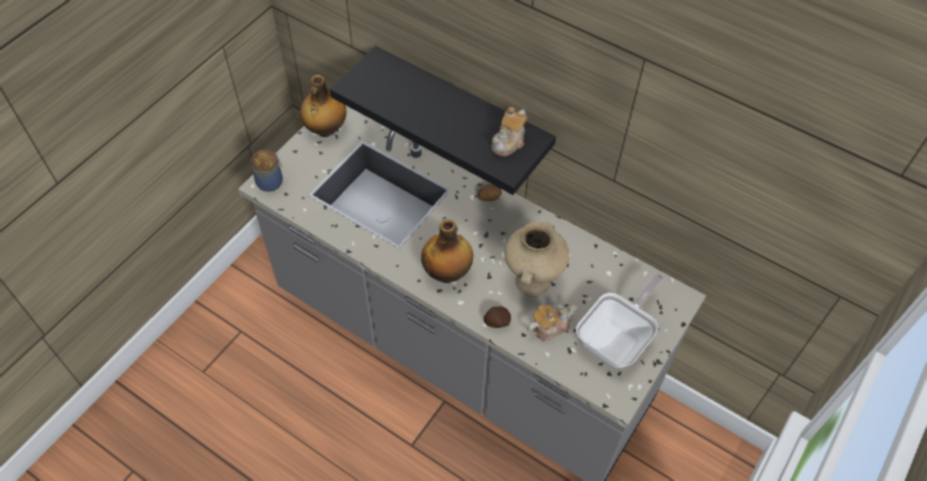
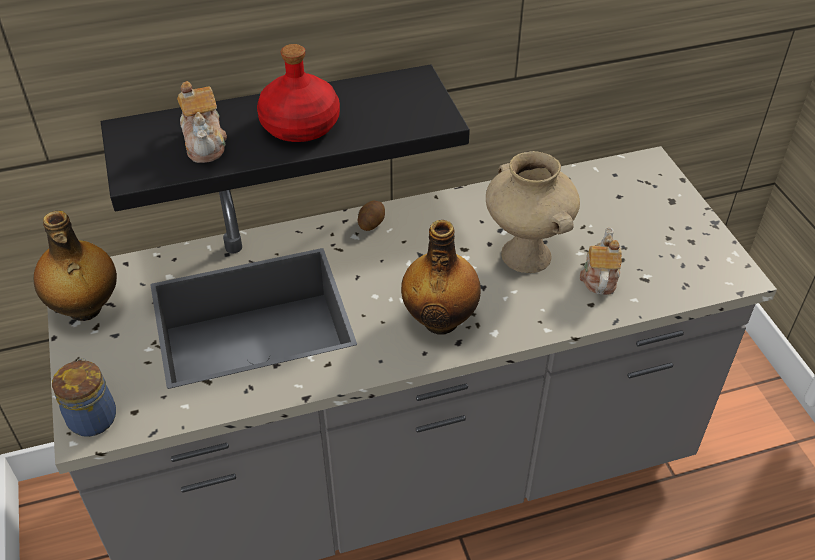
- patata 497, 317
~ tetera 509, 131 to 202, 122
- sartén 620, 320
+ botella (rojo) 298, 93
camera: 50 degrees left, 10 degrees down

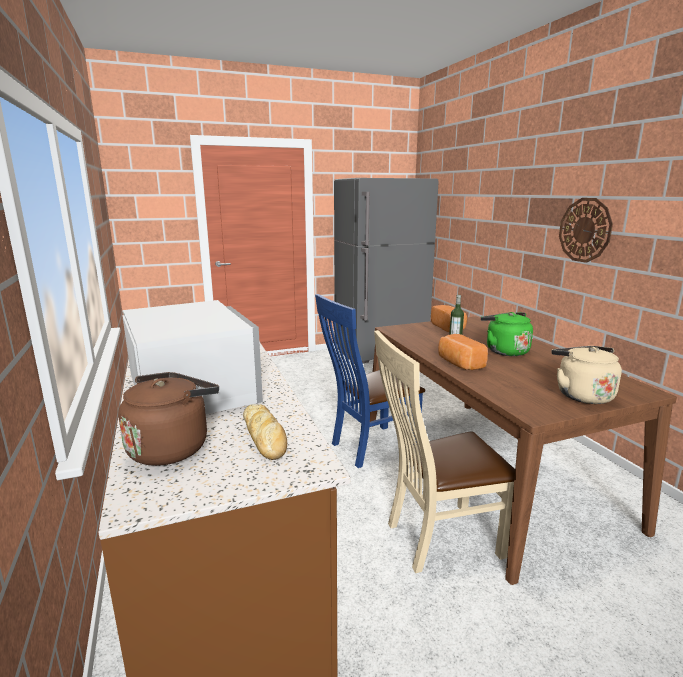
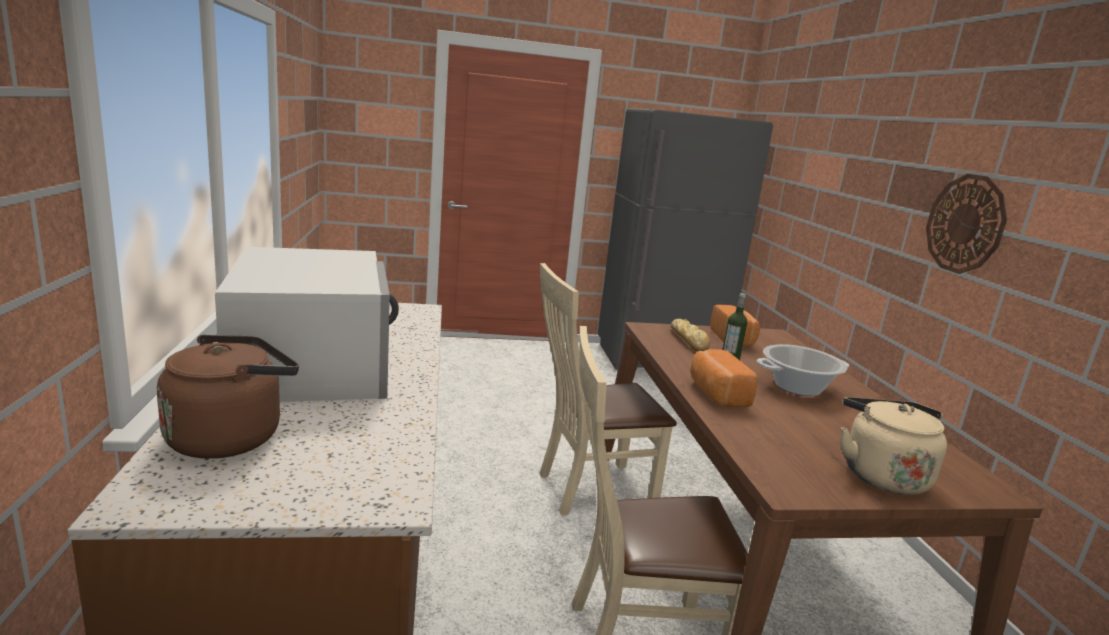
~ pan 265, 432 to 690, 335
~ silla (azul) 370, 381 to silla (beis) 608, 389
~ hervidor (verde) 507, 334 to olla 802, 370
camera: 10 degrees right, 0 degrees up

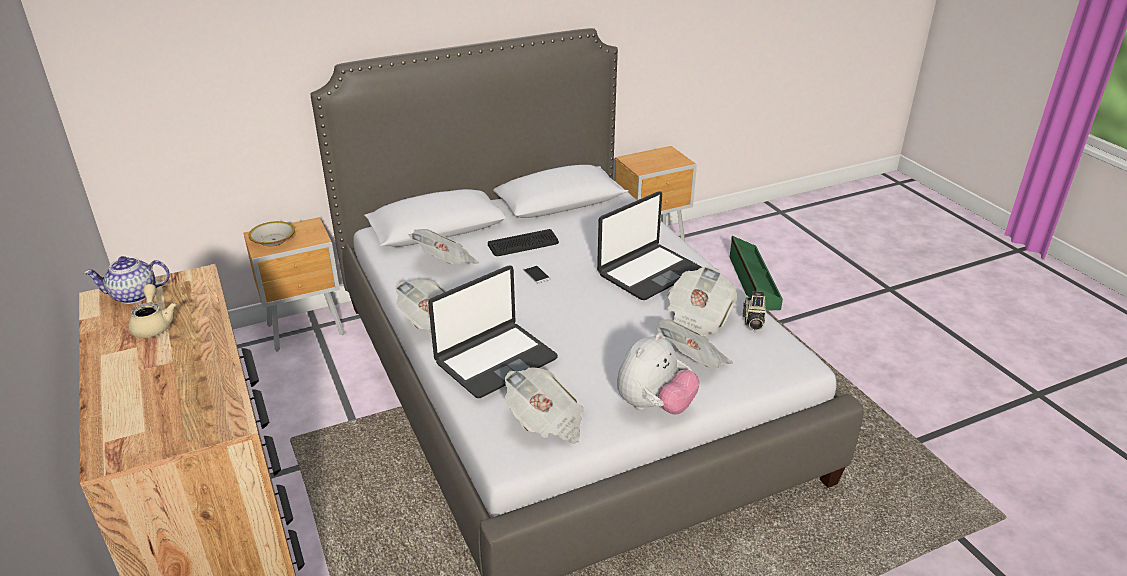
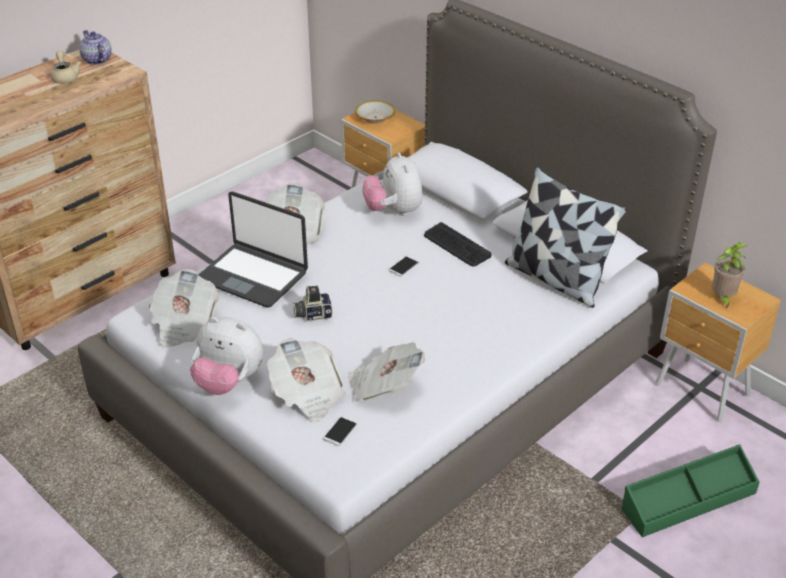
~ tetera (beis) 152, 311 = 66, 67 75 degrees counterclockwise
~ periódico 443, 247 to peluche 393, 184
- portátil 649, 246
~ cámara 754, 311 to 313, 303
+ móvil 340, 431
+ cojín 566, 237
+ planta en maceta 729, 276
camera: 70 degrees right, 5 degrees up

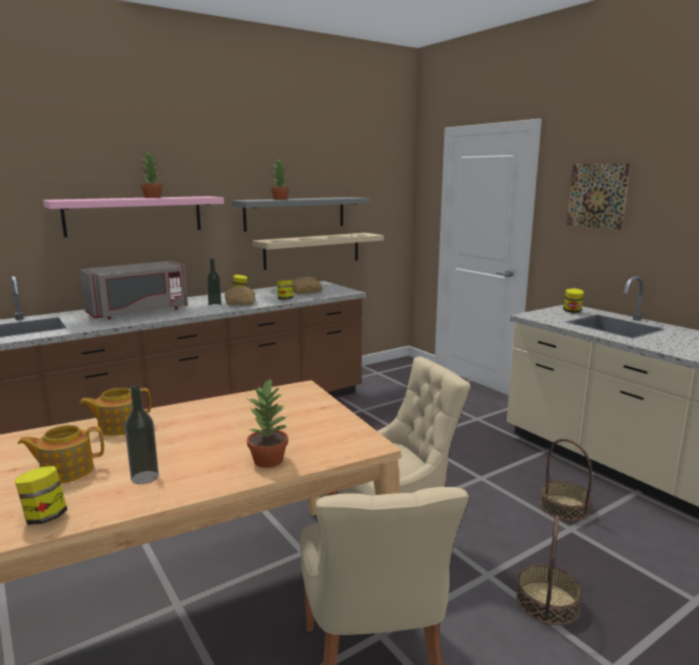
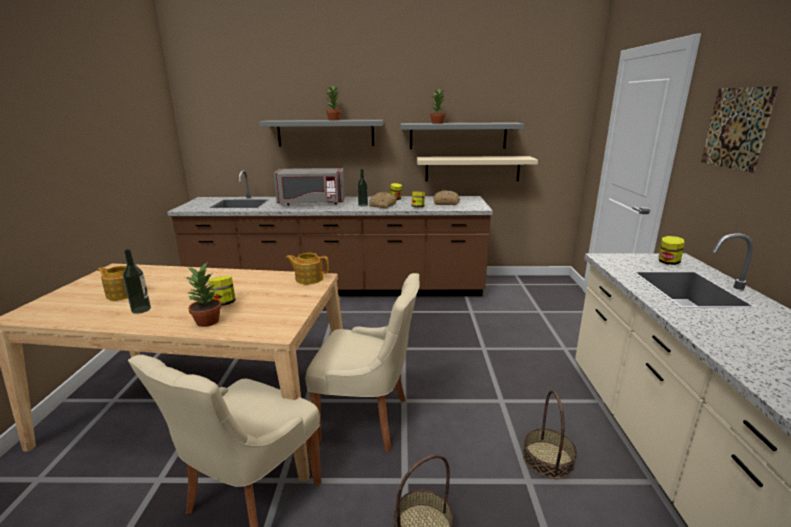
~ tarro 40, 495 to 222, 291
~ estante (rosa) 133, 216 to estante (gris) 321, 133
~ tetera 115, 412 to 307, 268
camera: 35 degrees right, 5 degrees up

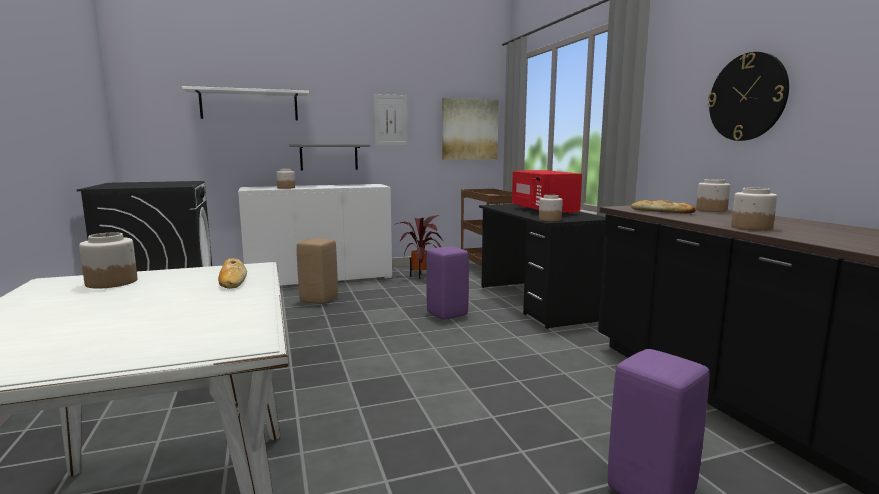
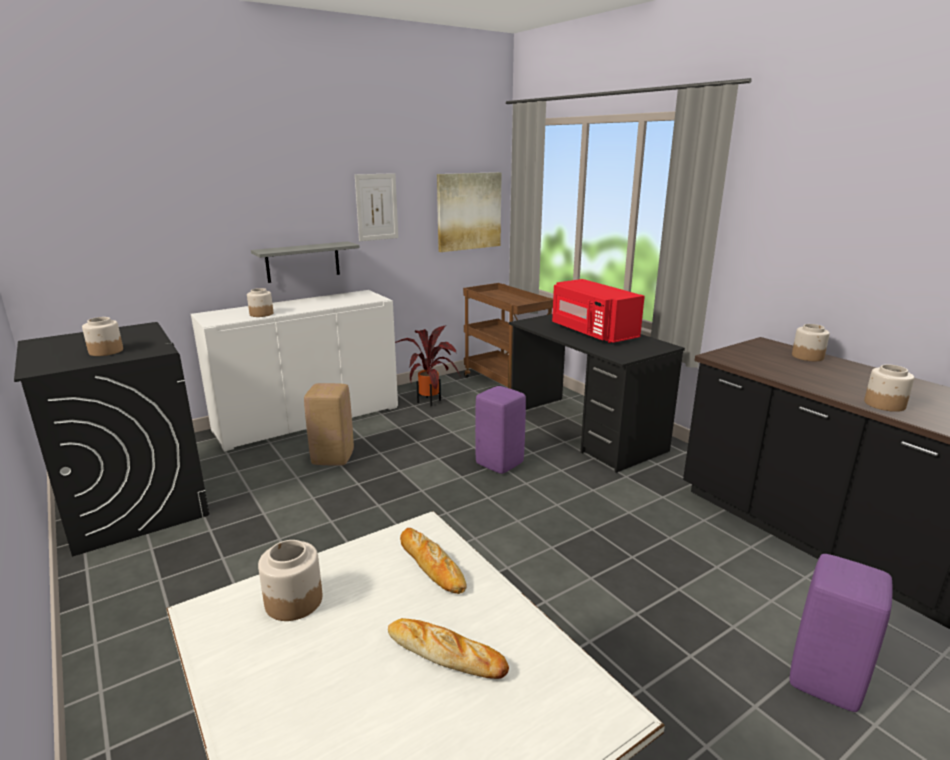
- estante (blanco) 245, 103
~ tarro 551, 208 to 102, 336
~ pan 663, 206 to 448, 648
- reloj de pared 748, 96
camera: 15 degrees left, 10 degrees up

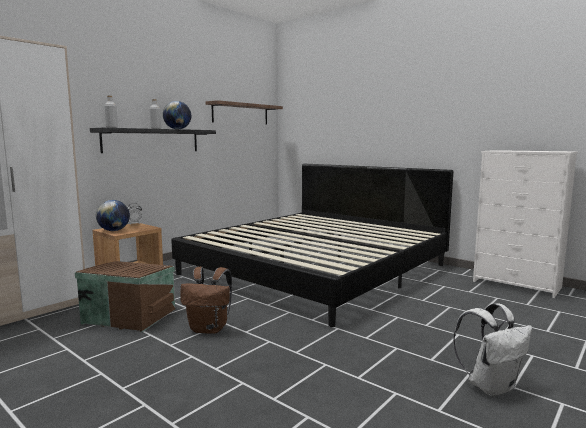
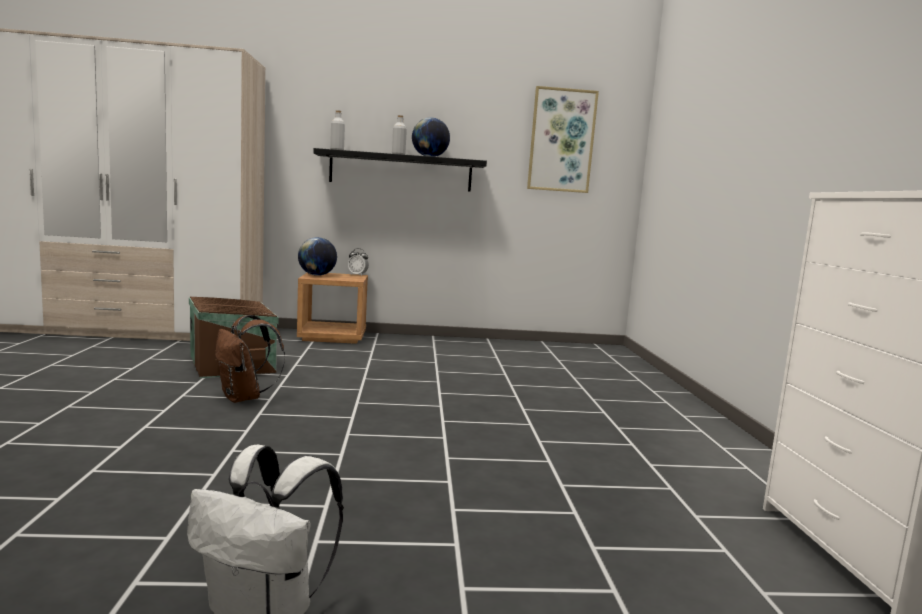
- cama 312, 245
~ estante 244, 112 to cuadro 563, 139
camera: 45 degrees right, 0 degrees up

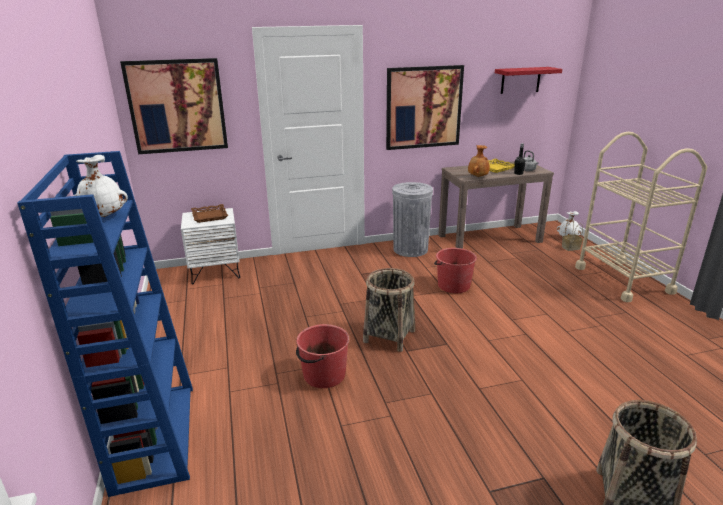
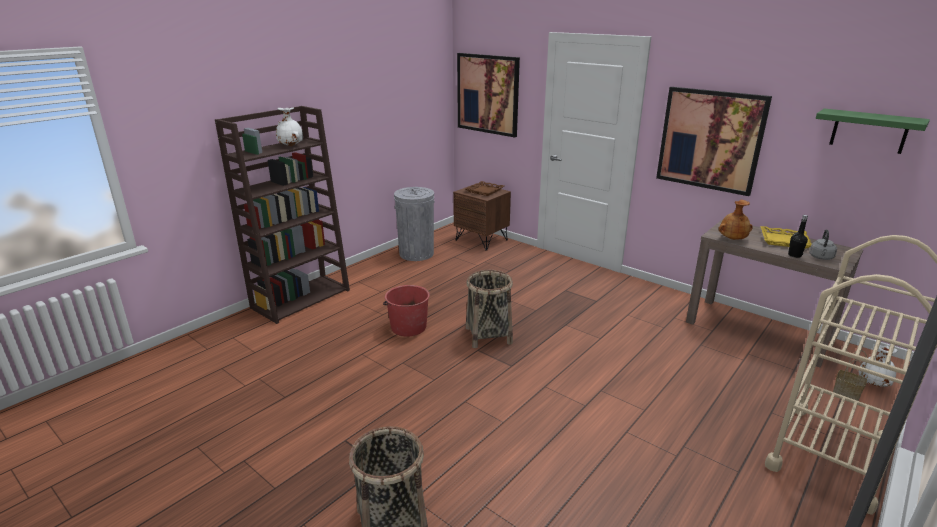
~ estantería (azul) 105, 324 to estantería (marrón) 282, 215
~ mesita de noche (blanco) 210, 246 to mesita de noche (marrón) 482, 218
~ papelera (gris) 412, 219 to 414, 224
- cubo (rojo) 455, 270
~ estante (rojo) 528, 80 to estante (verde) 873, 131
camera: 55 degrees right, 0 degrees up

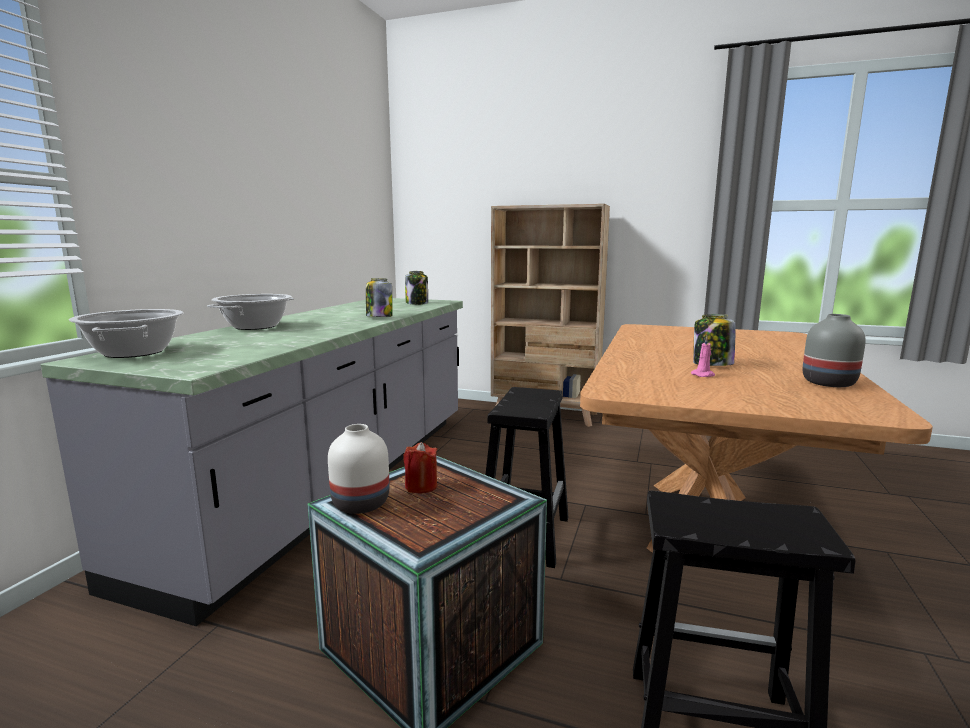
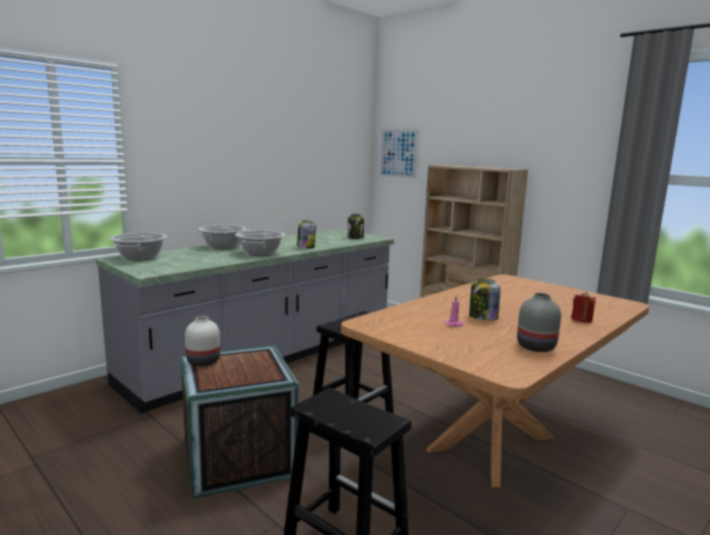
~ vela (rojo) 420, 467 to 583, 307
+ olla 260, 243
+ cuadro 399, 154
camera: 25 degrees right, 0 degrees up

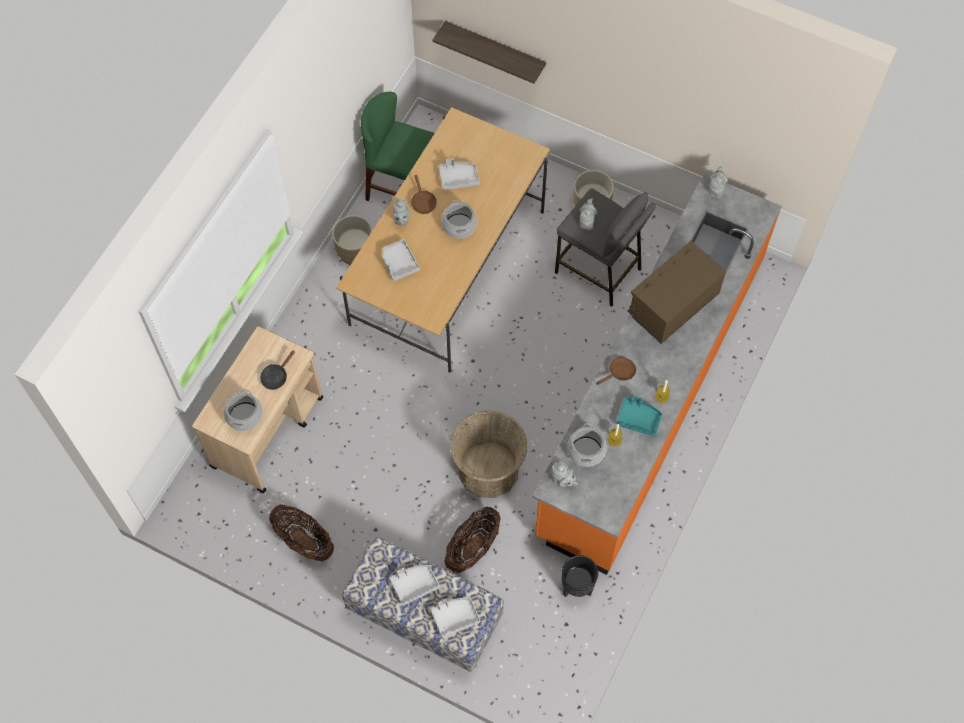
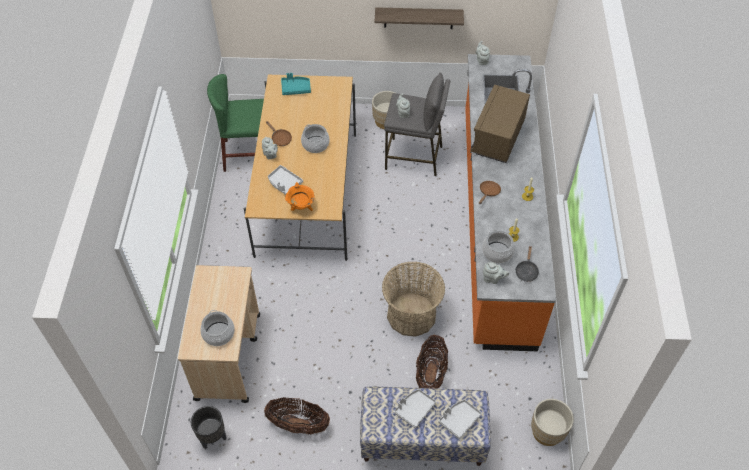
~ sartén (negro) 277, 370 to 527, 264
~ maceta (beis) 352, 240 to 552, 422
~ estante 489, 52 to 419, 18
- bandeja (gris) 459, 174
~ maceta (negro) 580, 576 to 209, 427
~ bandeja (turquesa) 639, 416 to 296, 84
+ olla (naranja) 300, 196
camera: 25 degrees left, 10 degrees down

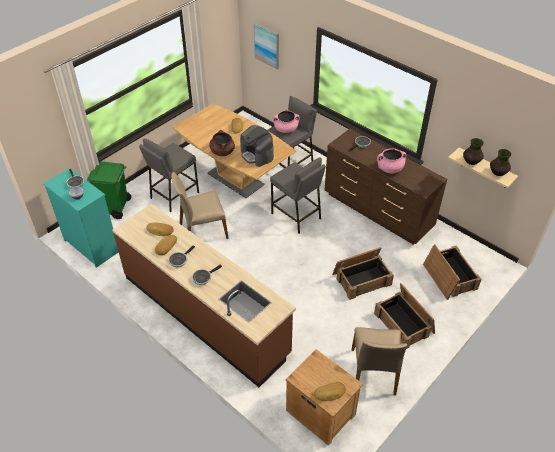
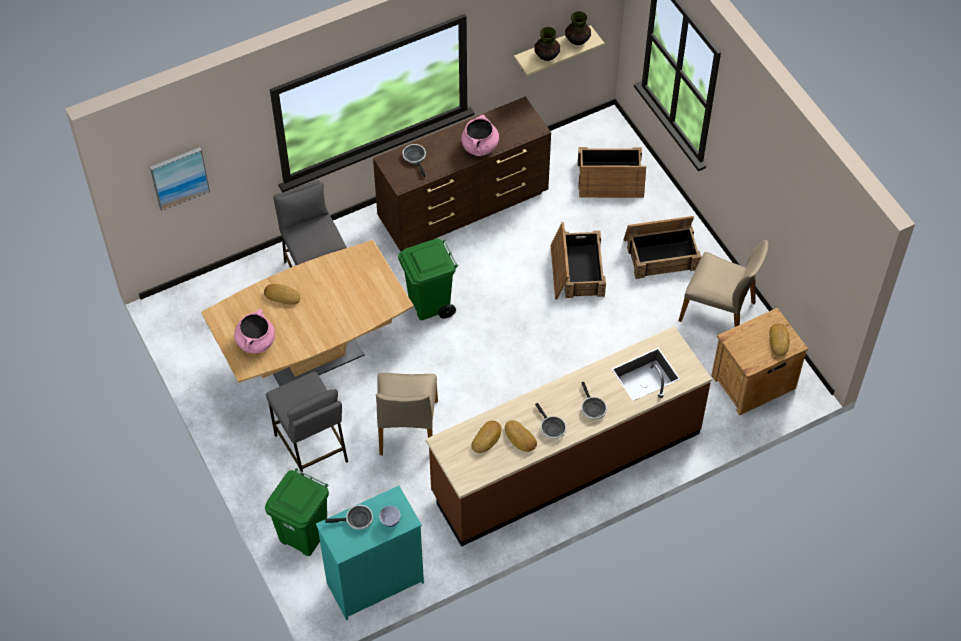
- olla (marrón) 222, 143
- cafetera 257, 146
~ taburete (gris) 298, 195 to papelera (verde) 428, 279
~ olla (rosa) 286, 121 to 254, 331
camera: 70 degrees left, 10 degrees up

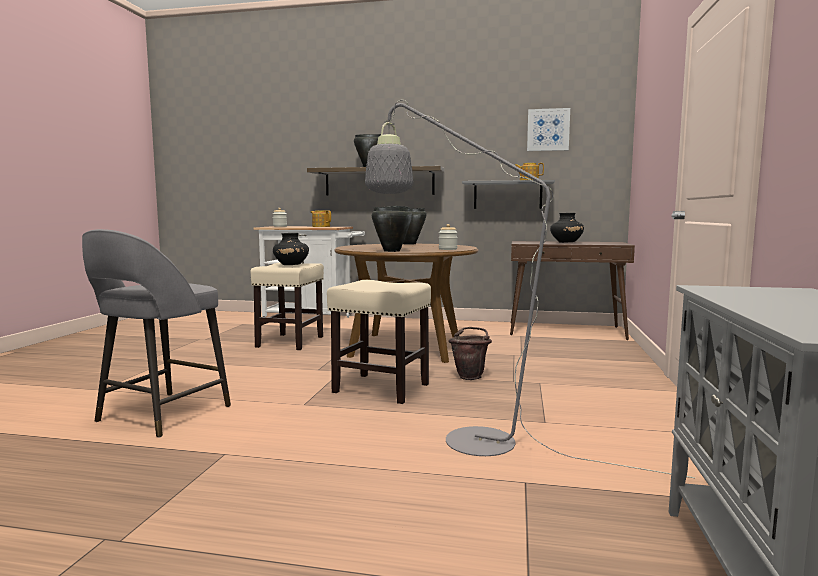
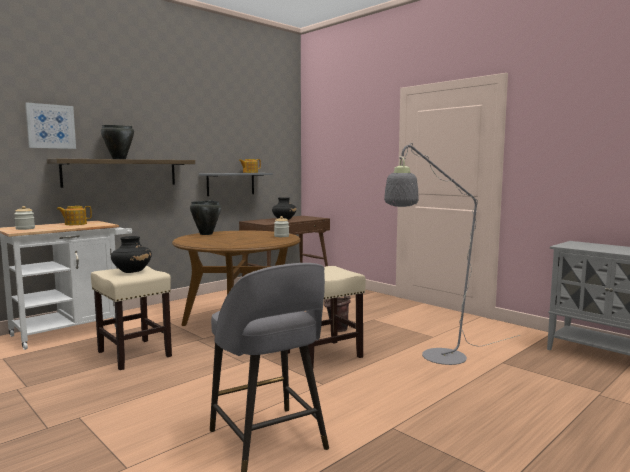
- olla (negro) 392, 229
~ cuadro 548, 129 to 50, 125
camera: 55 degrees left, 0 degrees up

